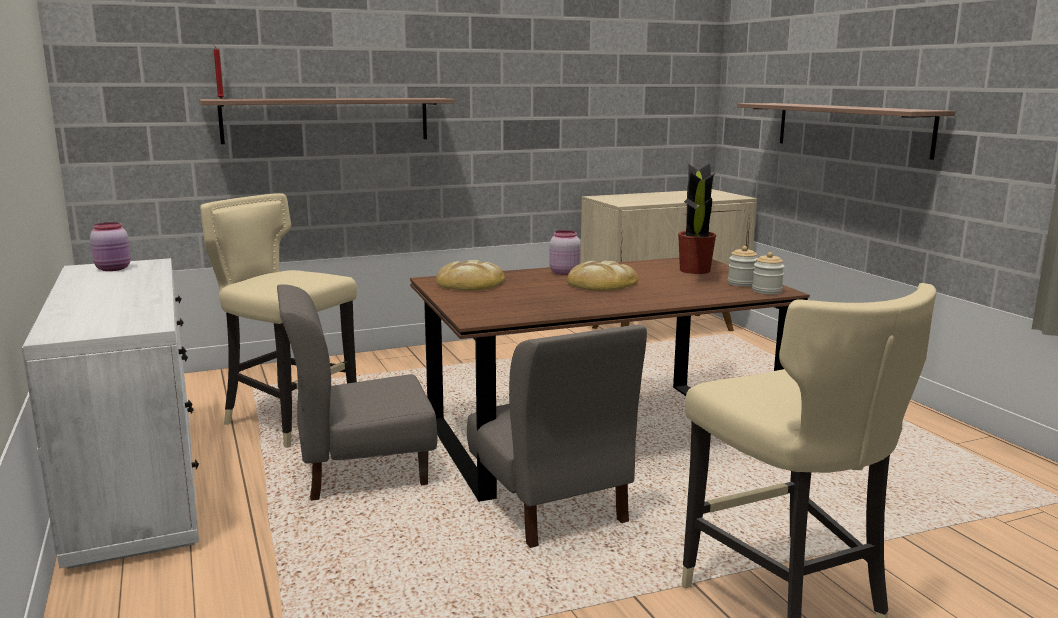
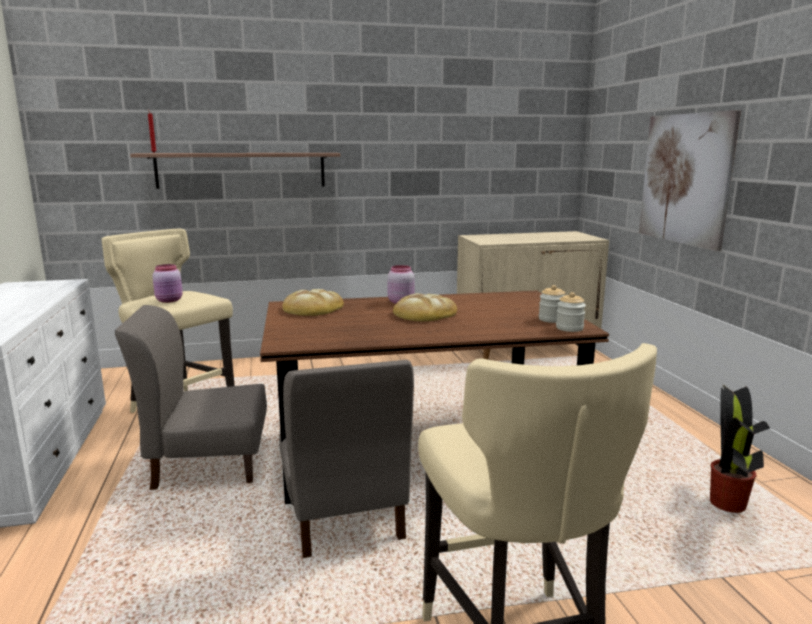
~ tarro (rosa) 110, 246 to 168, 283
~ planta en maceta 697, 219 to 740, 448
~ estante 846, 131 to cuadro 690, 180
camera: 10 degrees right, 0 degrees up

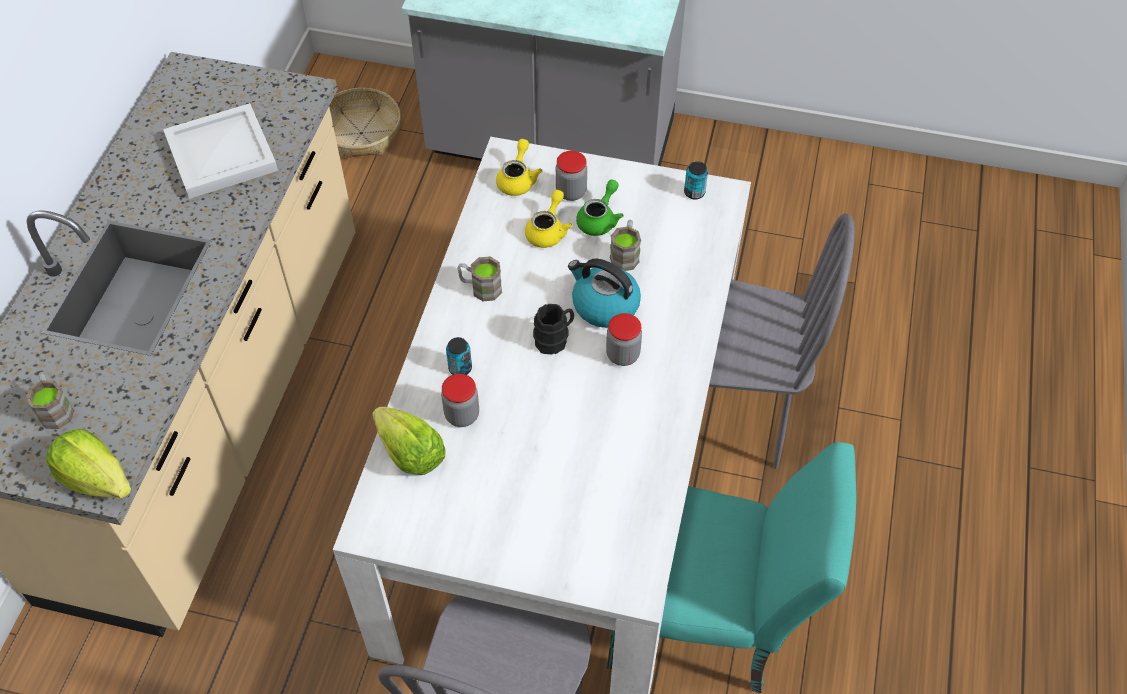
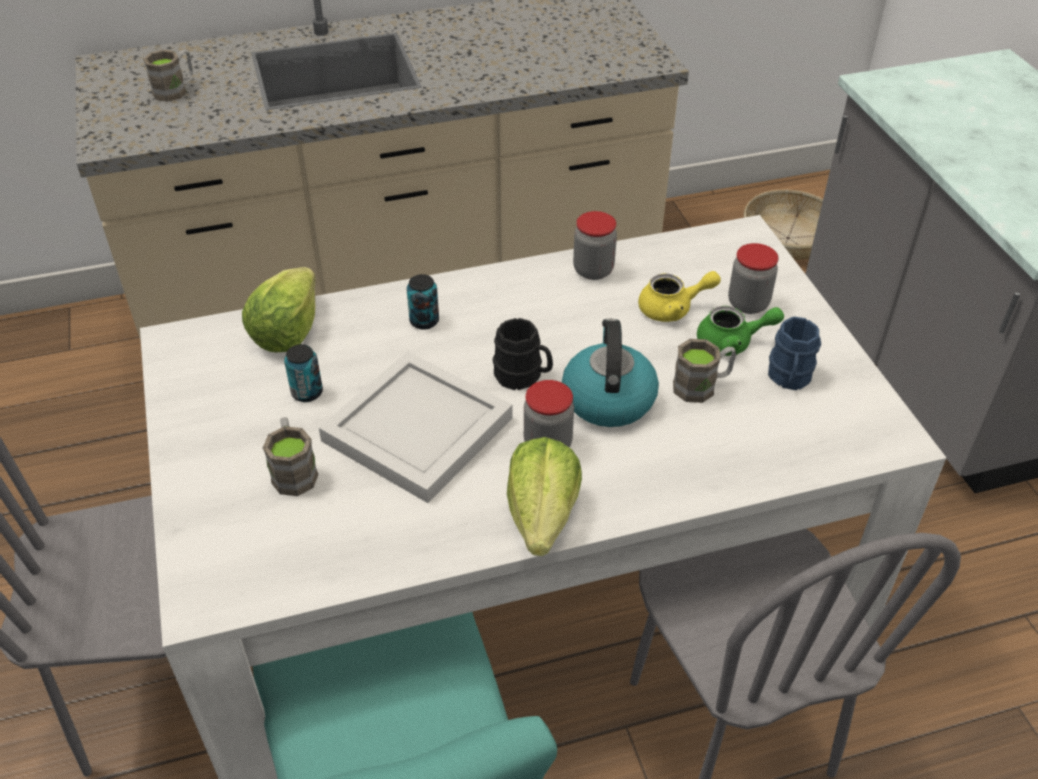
~ lechuga 88, 463 to 544, 496
~ bandeja (blanco) 220, 151 to 416, 427
~ tarro 460, 400 to 595, 245
~ taza grande (marrón) 479, 278 to 290, 456
- tetera (amarillo) 519, 167
~ lata 696, 180 to 303, 373
+ taza grande (azul) 794, 353
camera: 60 degrees right, 10 degrees down

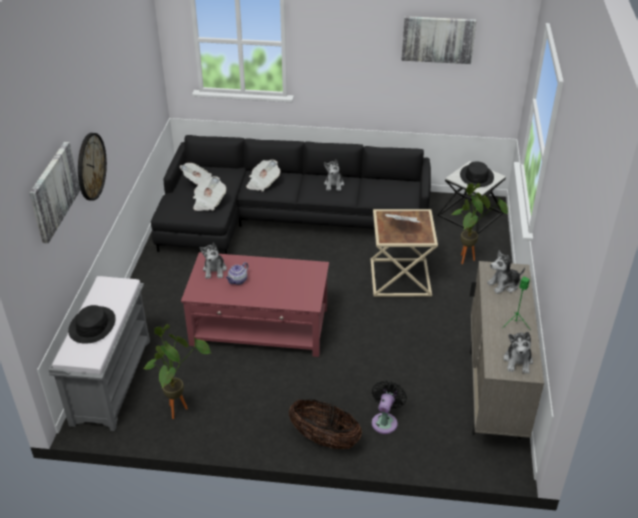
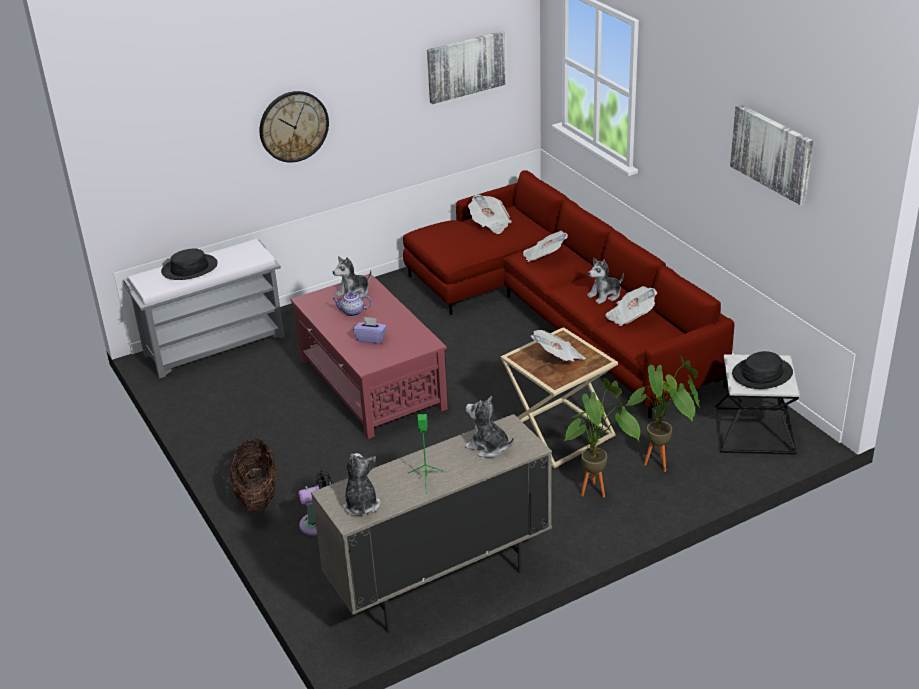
~ cuadro 55, 192 to 466, 67
~ planta en maceta 177, 371 to 602, 438
~ sofá (negro) 291, 194 to sofá (rojo) 569, 294
~ periódico 209, 193 to 631, 306
~ peluche 518, 353 = 361, 484 105 degrees clockwise
+ caja de pañuelos (morado) 370, 330
camera: 55 degrees right, 5 degrees down

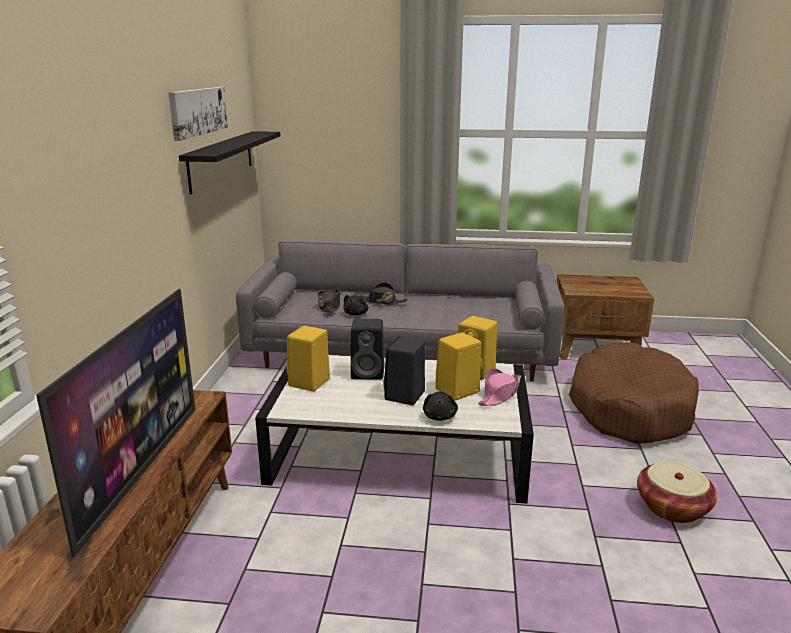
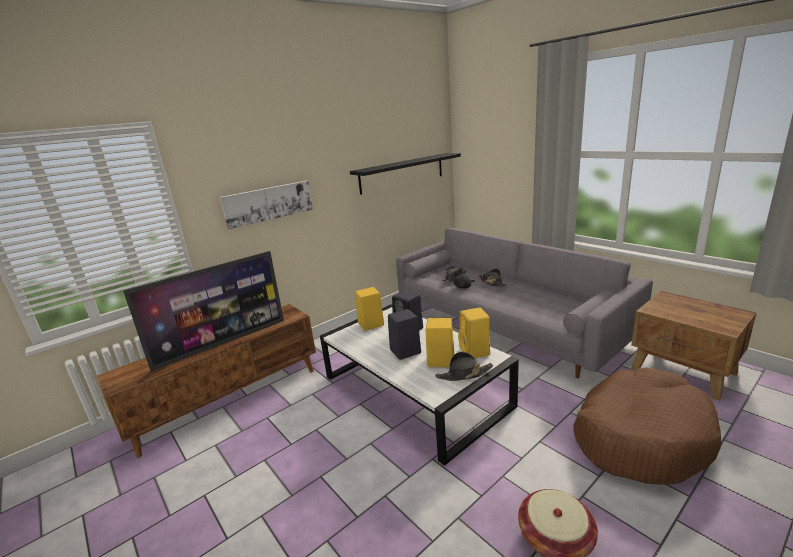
~ cuadro 198, 114 to 266, 205
- peluche (negro) 440, 406
~ sombrero (rosa) 499, 387 to sombrero (negro) 464, 366
camera: 45 degrees right, 0 degrees up

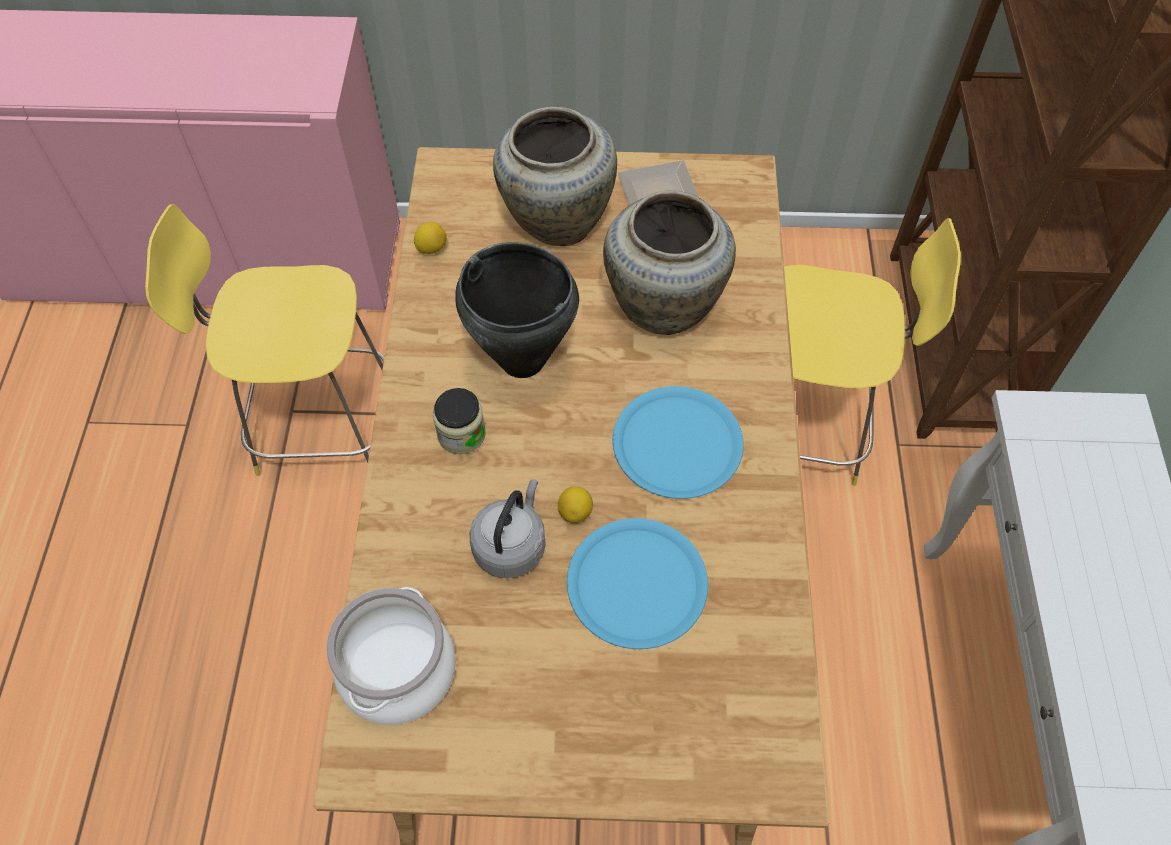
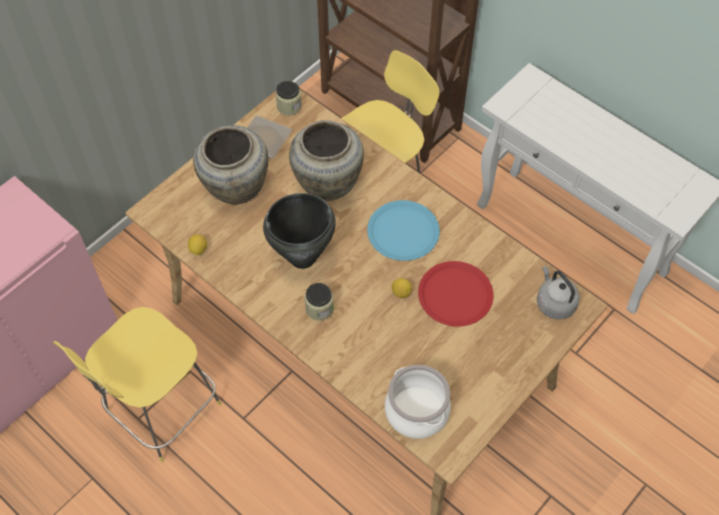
~ hervidor (gris) 507, 528 to 558, 292
~ plato (azul) 637, 583 to plato (rojo) 456, 294
+ tarro 289, 98
camera: 50 degrees left, 0 degrees up

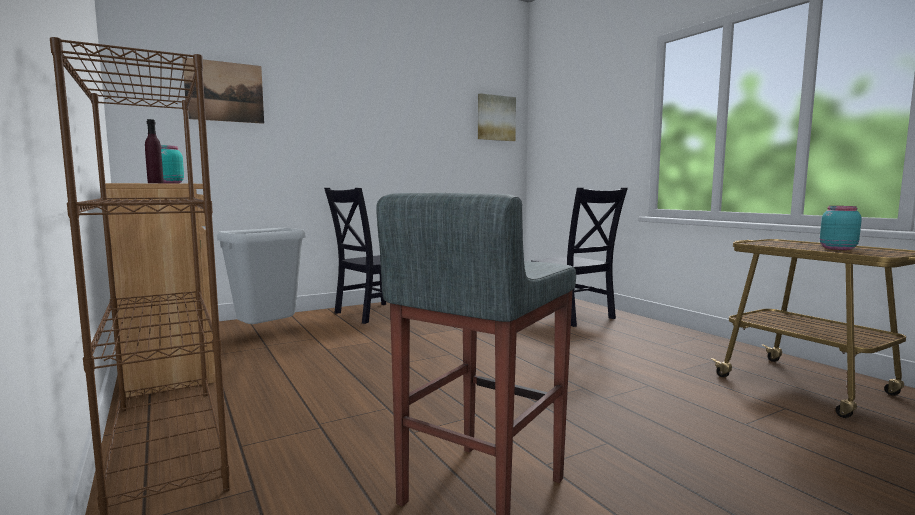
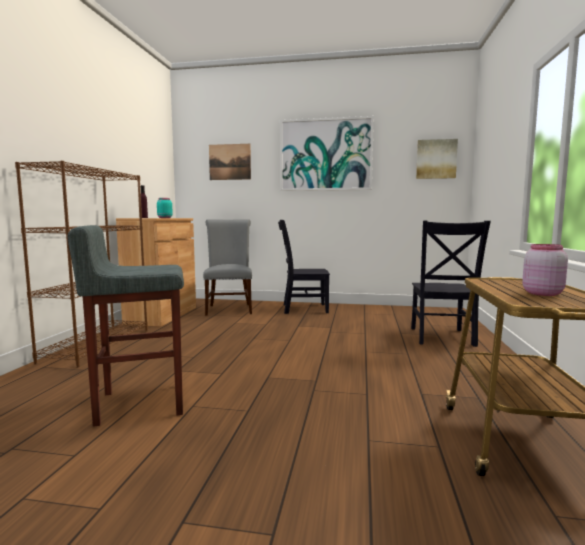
~ papelera (gris) 261, 276 to silla (gris) 227, 267
~ tarro (turquesa) 841, 228 to tarro (rosa) 545, 270
+ cuadro 327, 153
camera: 40 degrees right, 0 degrees up

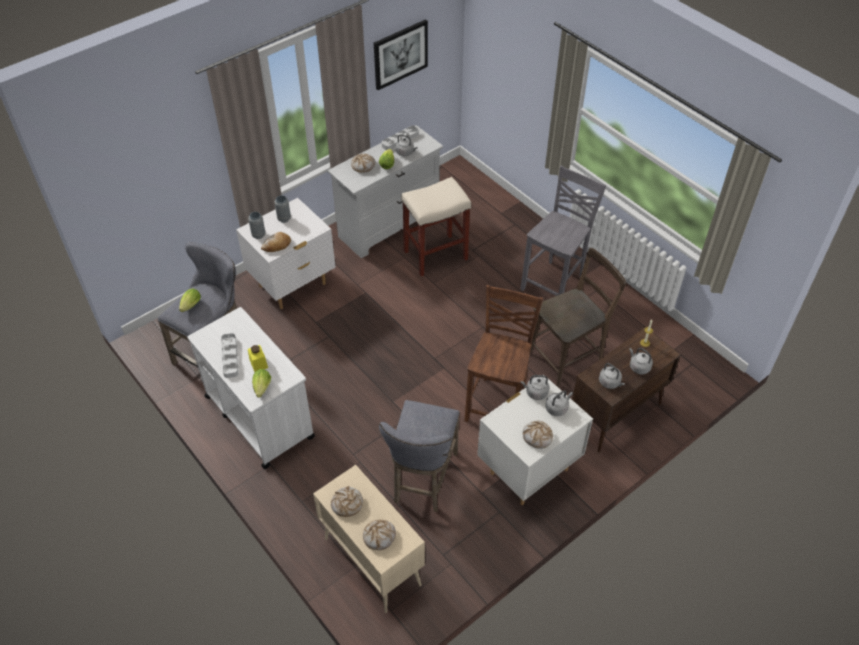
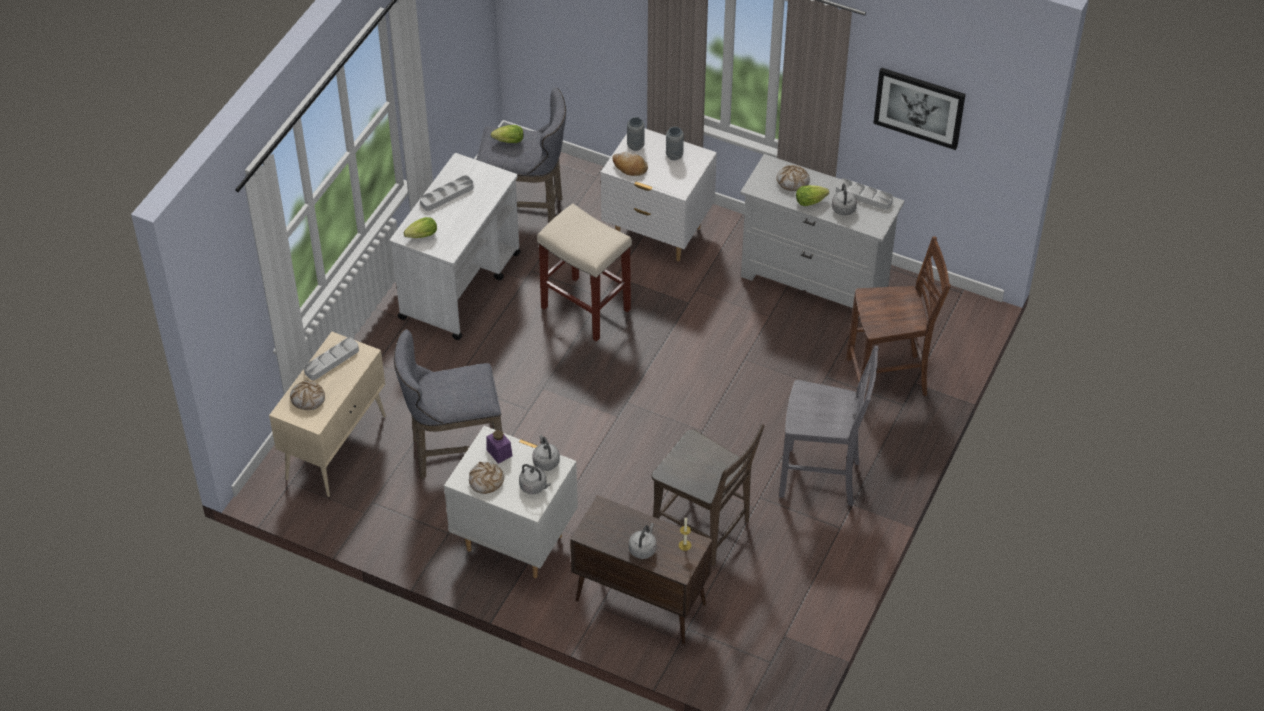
- tarro (amarillo) 258, 358
~ pan 347, 501 to bandeja (gris) 331, 358
~ taburete (beis) 436, 226 to 584, 272
~ silla (marrón) 503, 353 to 898, 316
- hervidor (gris) 612, 376
+ tarro (morado) 499, 446
camera: 65 degrees right, 0 degrees up

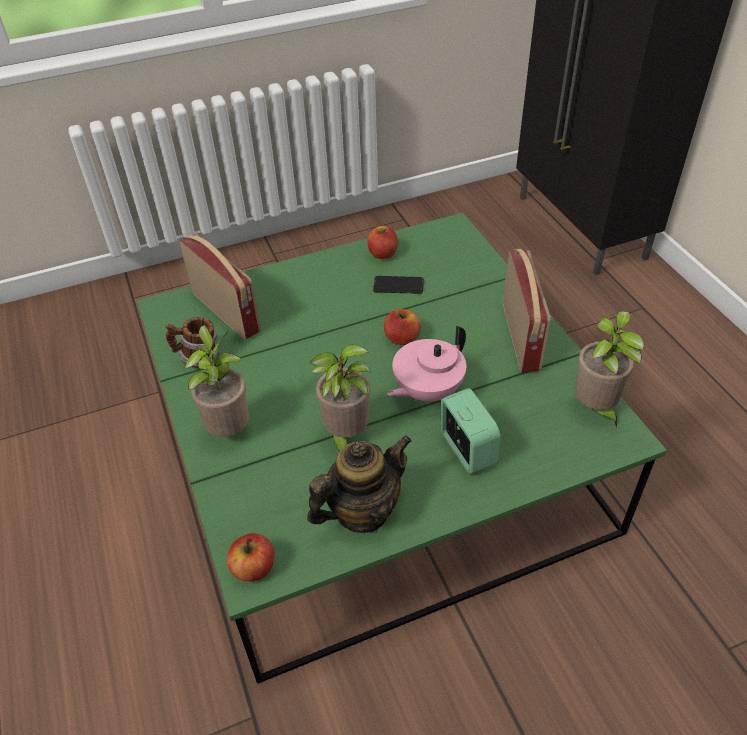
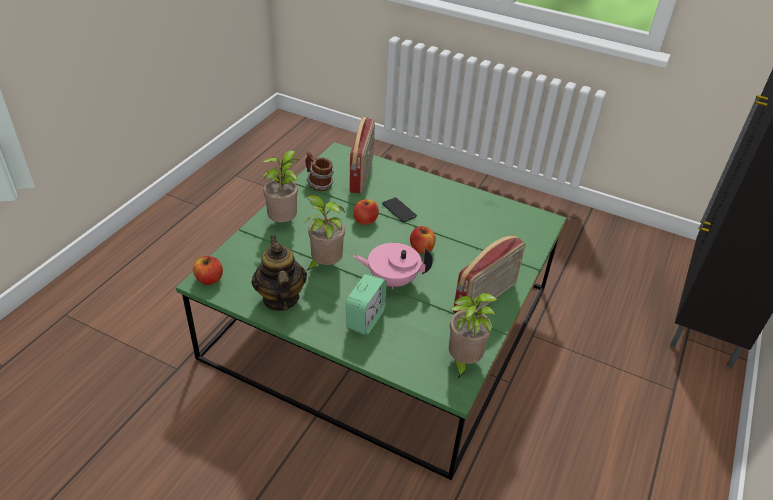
~ tetera 359, 484 = 279, 273 120 degrees counterclockwise
~ manzana 383, 242 to 366, 212
~ móvil 398, 285 to 399, 210
camera: 45 degrees right, 5 degrees down

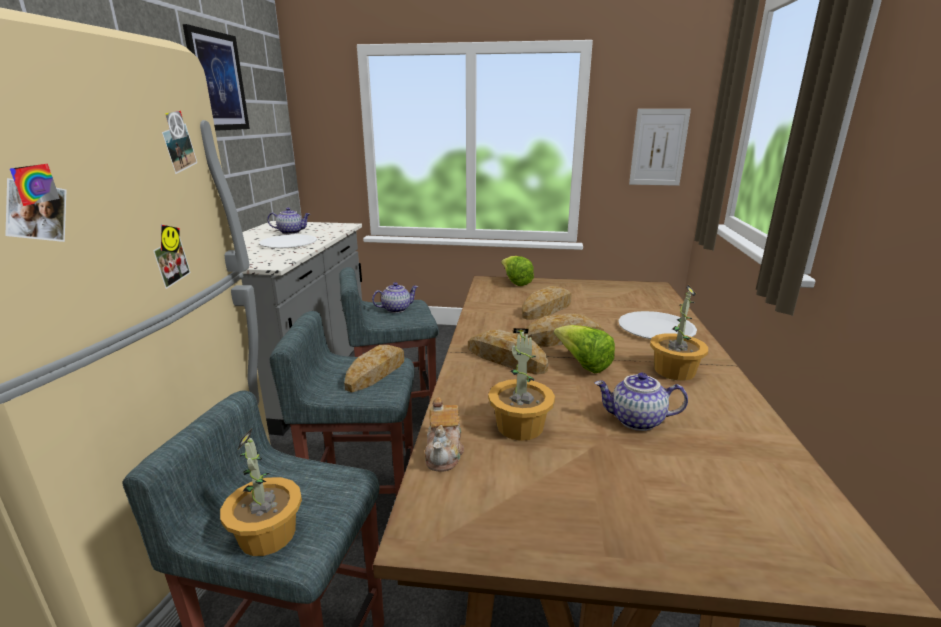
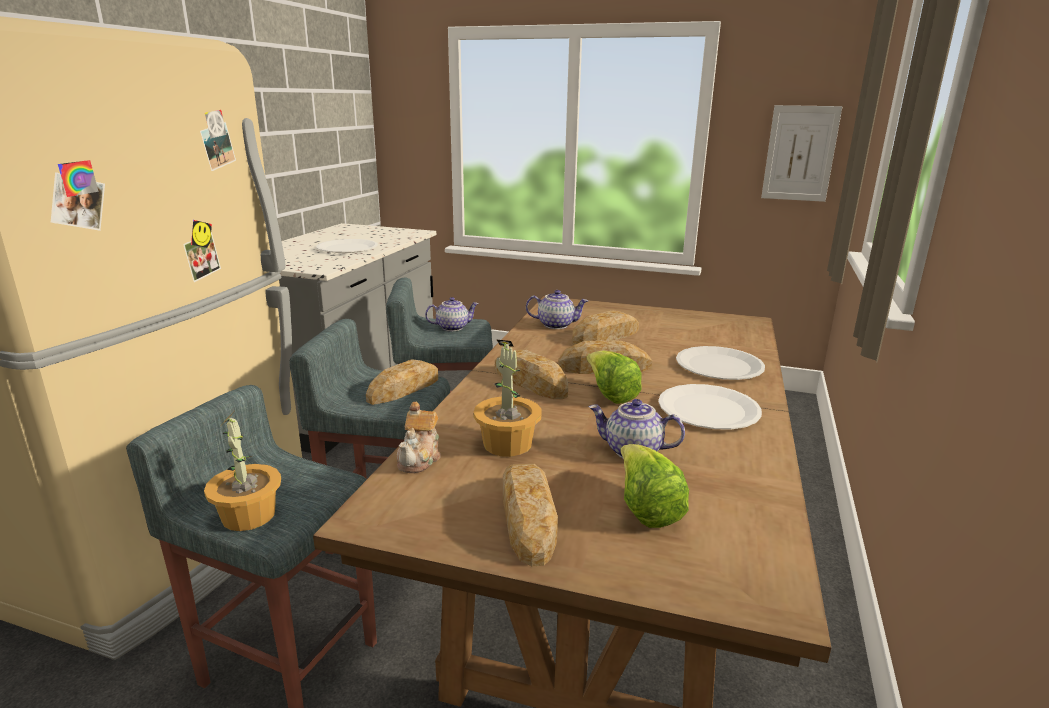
- cuadro 216, 77
~ tetera 288, 220 to 557, 309
~ lechuga 517, 271 to 654, 486
~ planta en maceta 679, 332 to plato (blanco) 710, 407
+ pan 530, 515
camera: 10 degrees right, 0 degrees up

